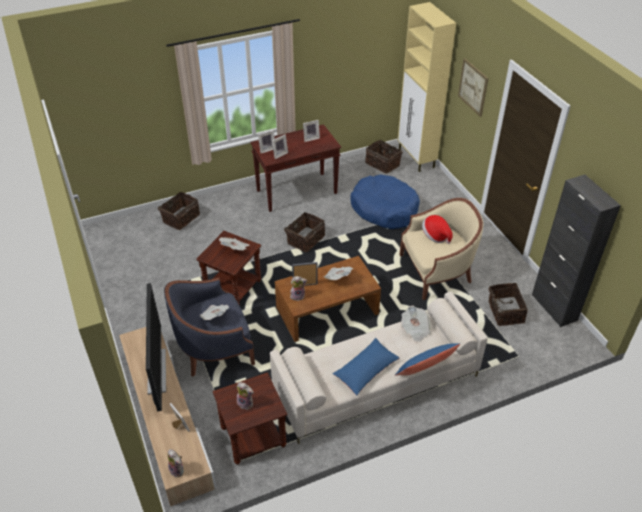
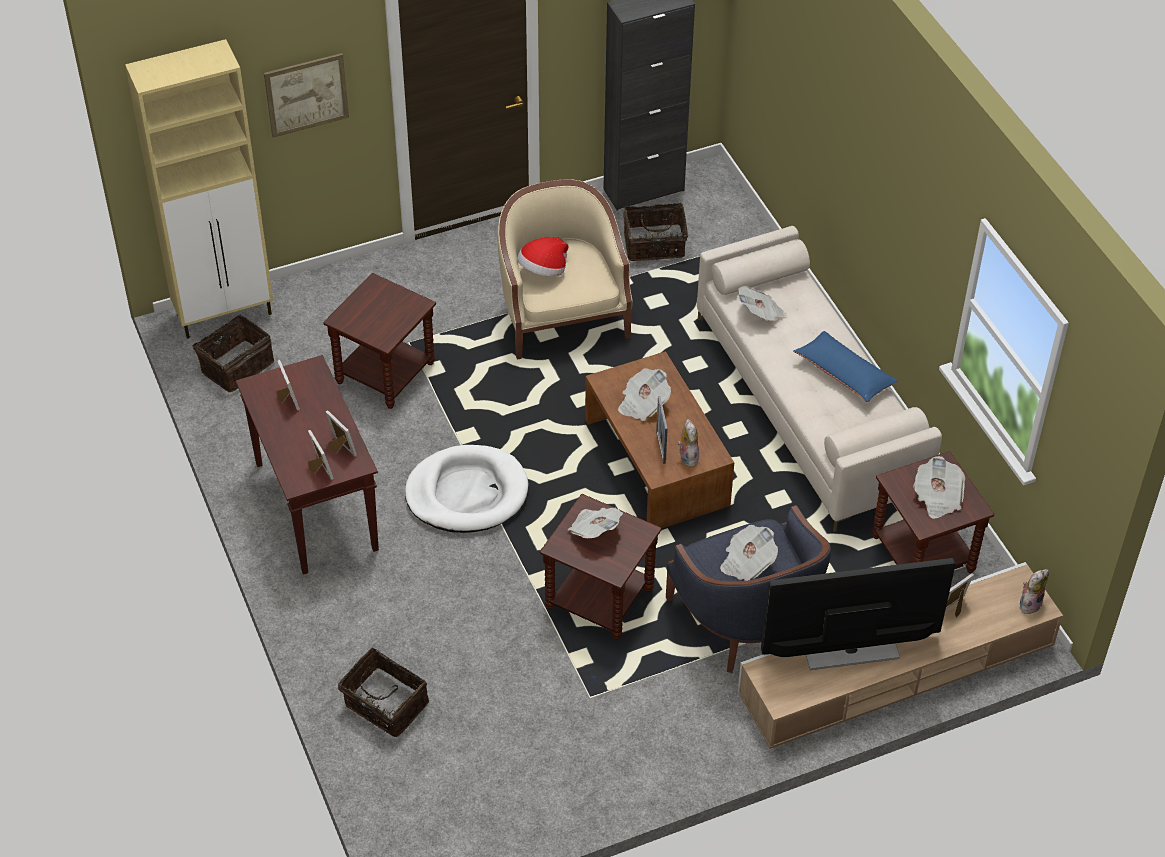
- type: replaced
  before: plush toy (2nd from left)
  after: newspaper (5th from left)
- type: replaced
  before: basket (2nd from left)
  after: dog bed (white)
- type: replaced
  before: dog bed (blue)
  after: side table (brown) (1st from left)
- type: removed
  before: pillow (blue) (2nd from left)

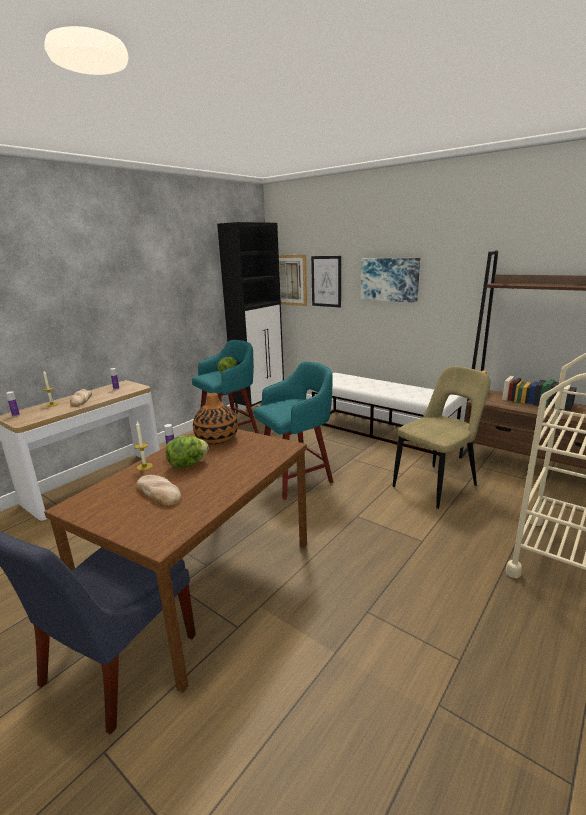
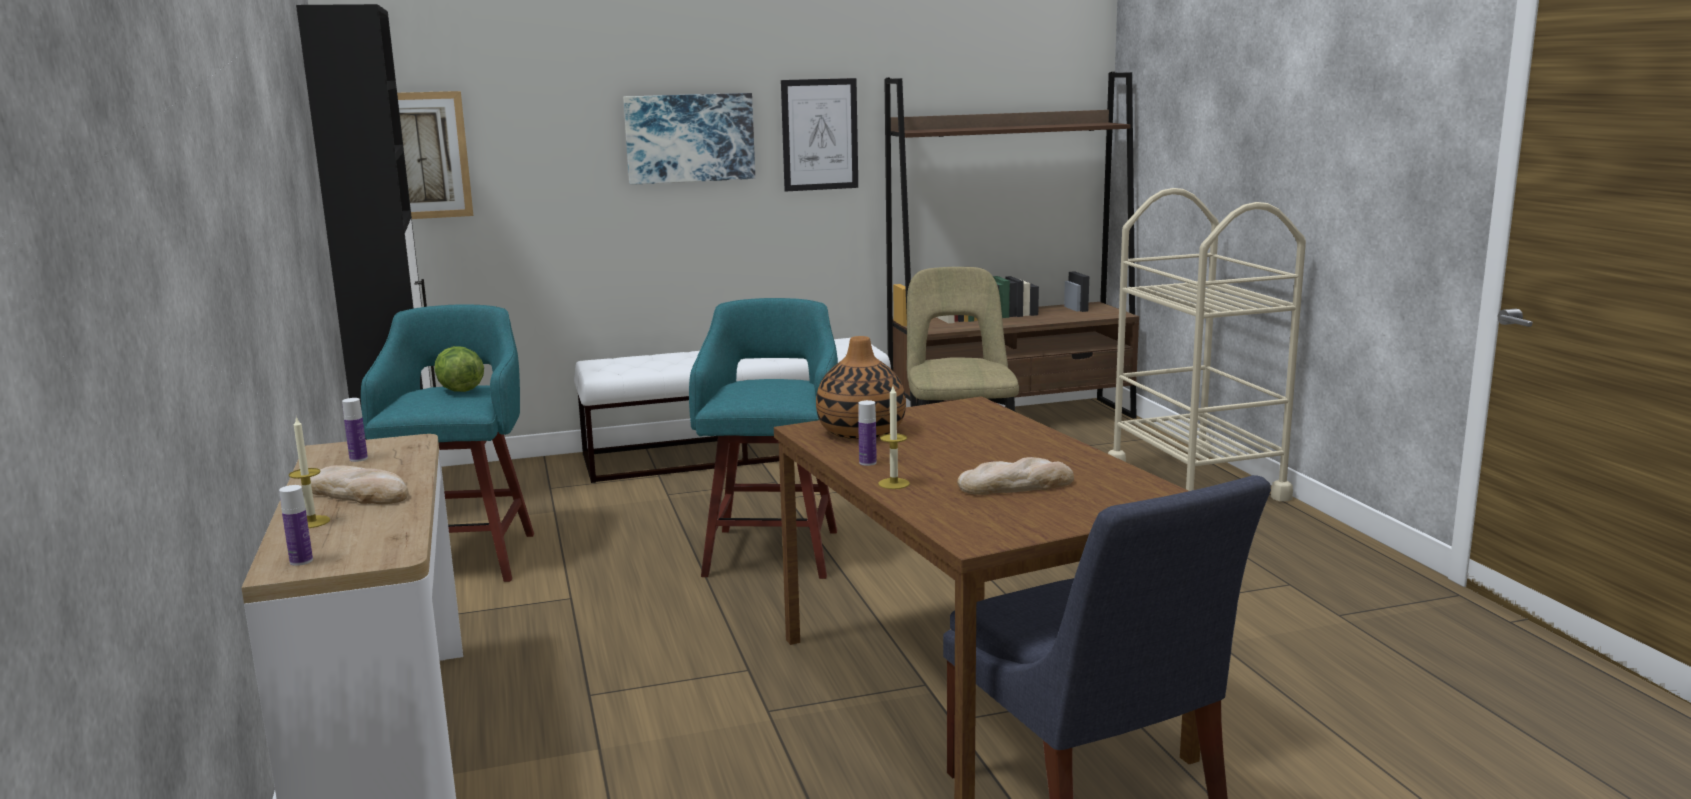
- type: removed
  before: lettuce (1st from left)
- type: moved
  before: picture (2nd from left in the first image)
  after: picture (3rd from left)

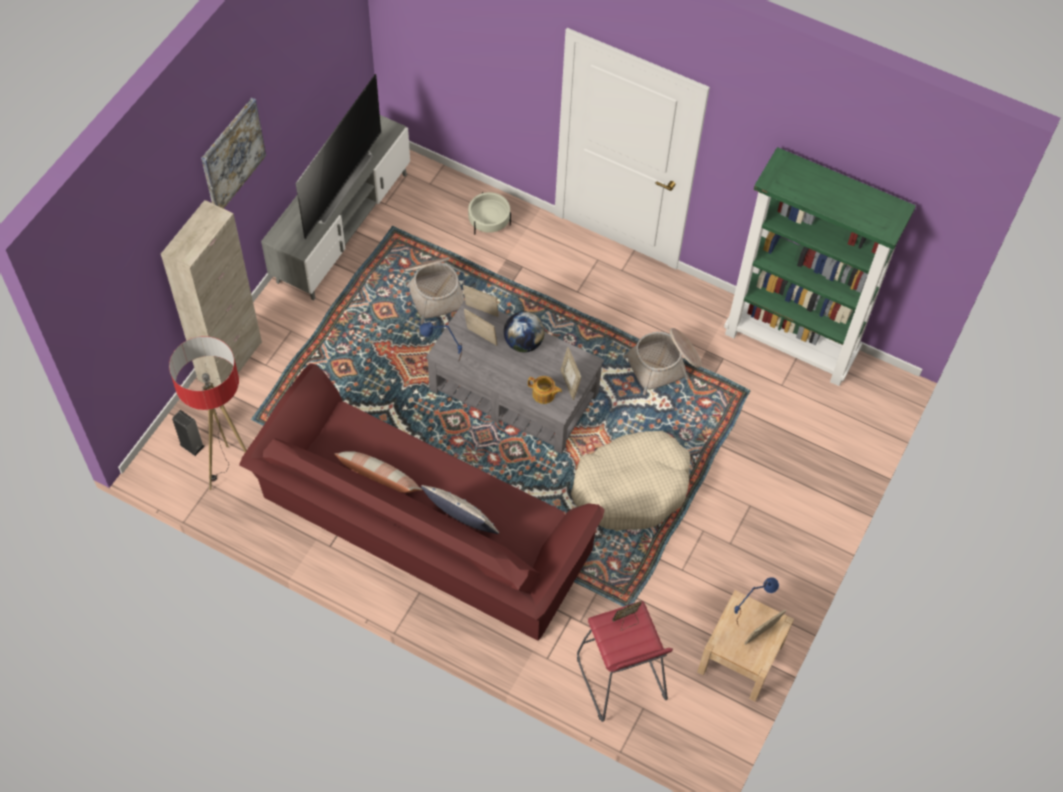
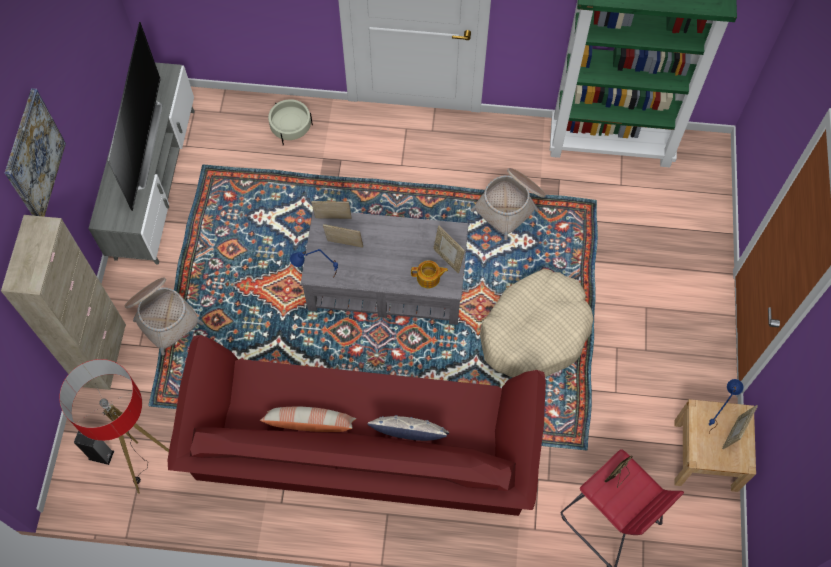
- type: moved
  before: basket (1st from left)
- type: removed
  before: globe

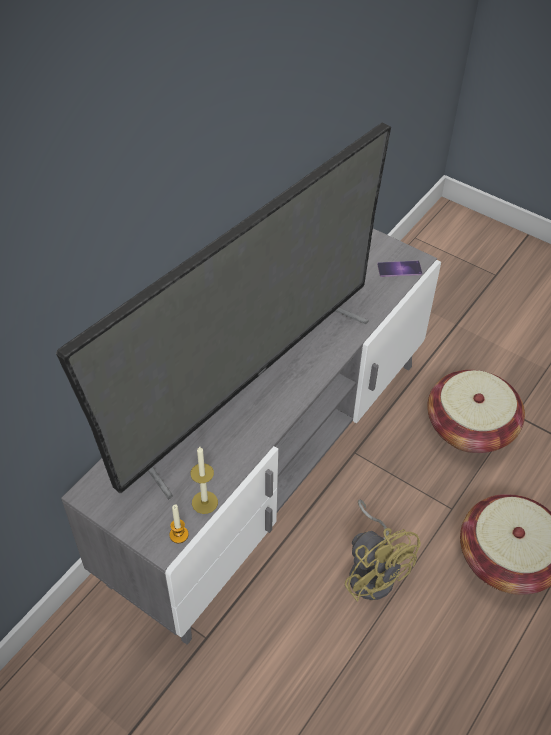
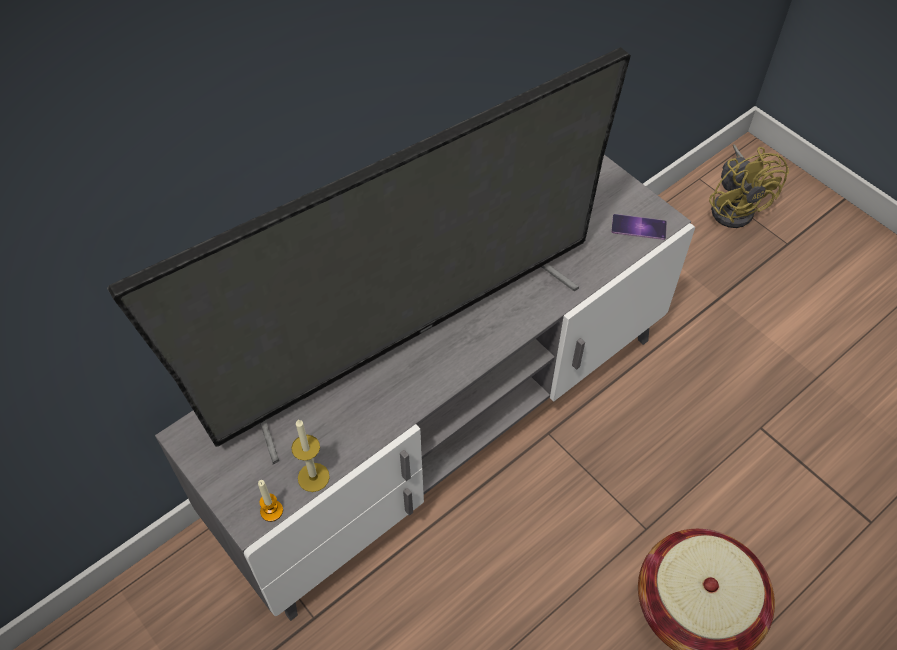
- type: moved
  before: fan (yellow)
- type: removed
  before: basket (1st from left)

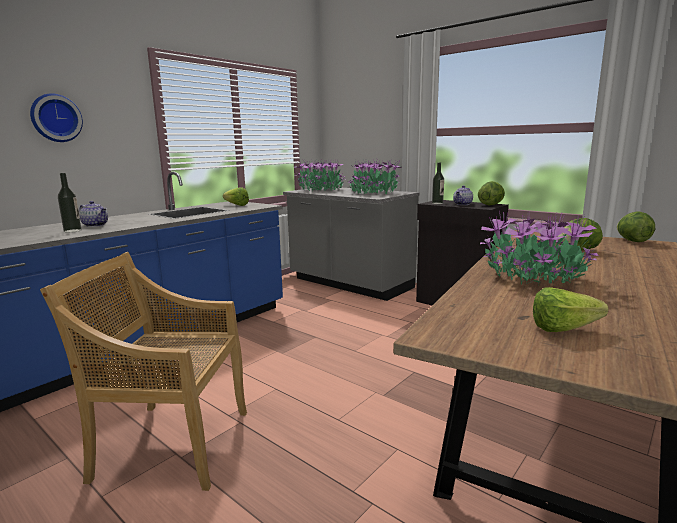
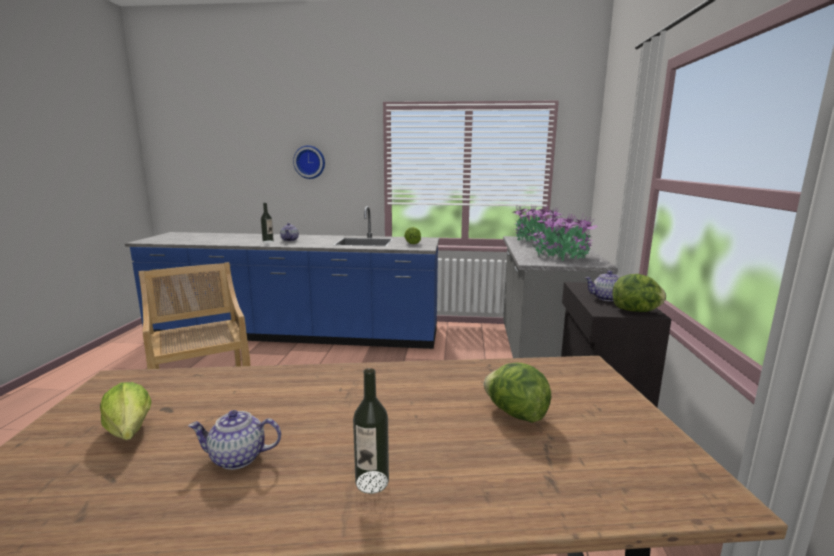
- type: moved
  before: bottle (2nd from left)
- type: removed
  before: potted plant (3rd from left)
- type: removed
  before: lettuce (5th from left)
- type: added
  after: teapot (1st from left)

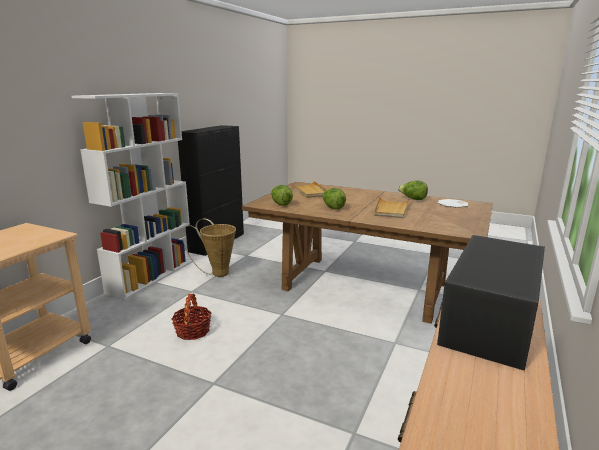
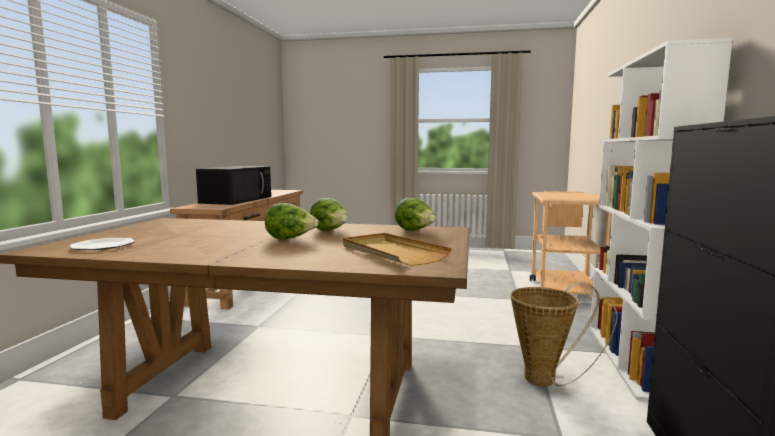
- type: removed
  before: basket (1st from left)
- type: removed
  before: tray (beige) (2nd from left)
- type: moved
  before: lettuce (3rd from left in the first image)
  after: lettuce (1st from left)

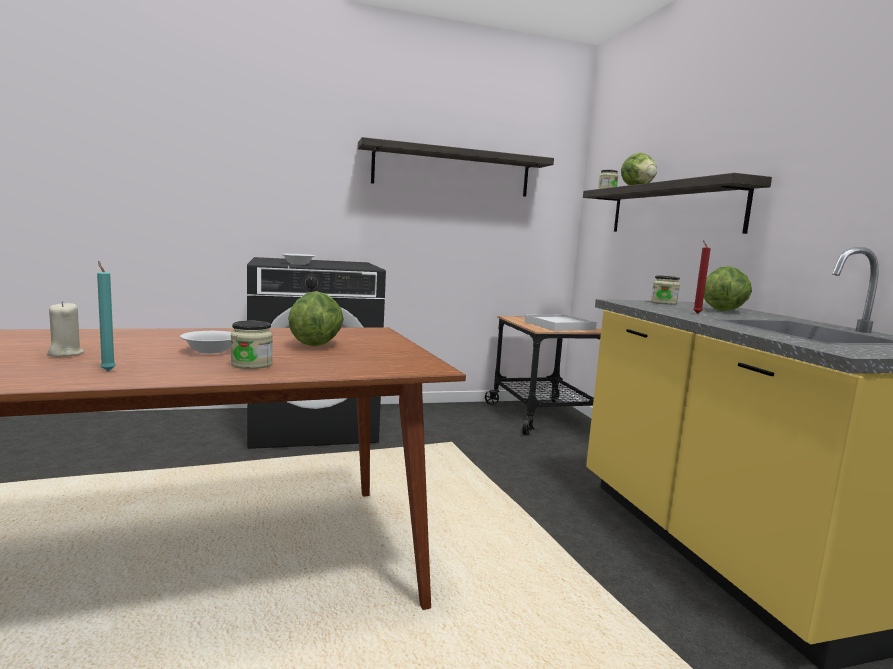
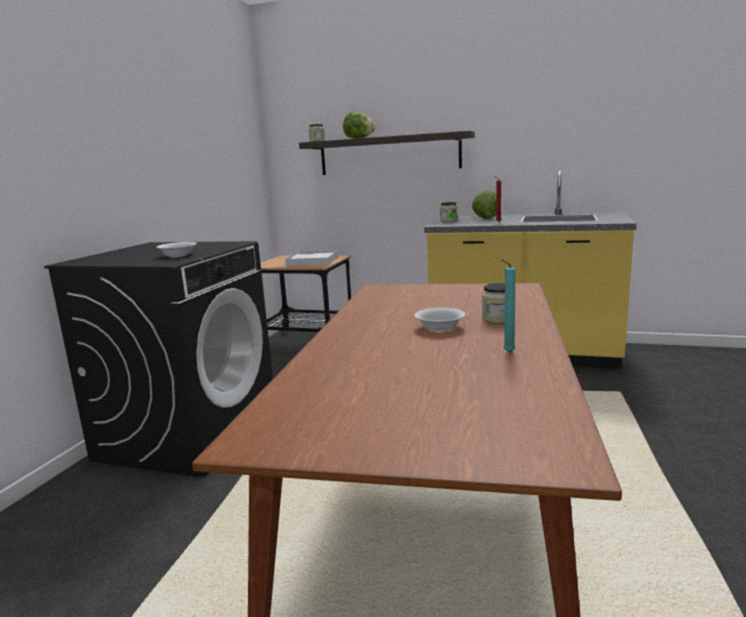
- type: removed
  before: candle (beige)
- type: removed
  before: lettuce (1st from left)
- type: removed
  before: shelf (1st from left)

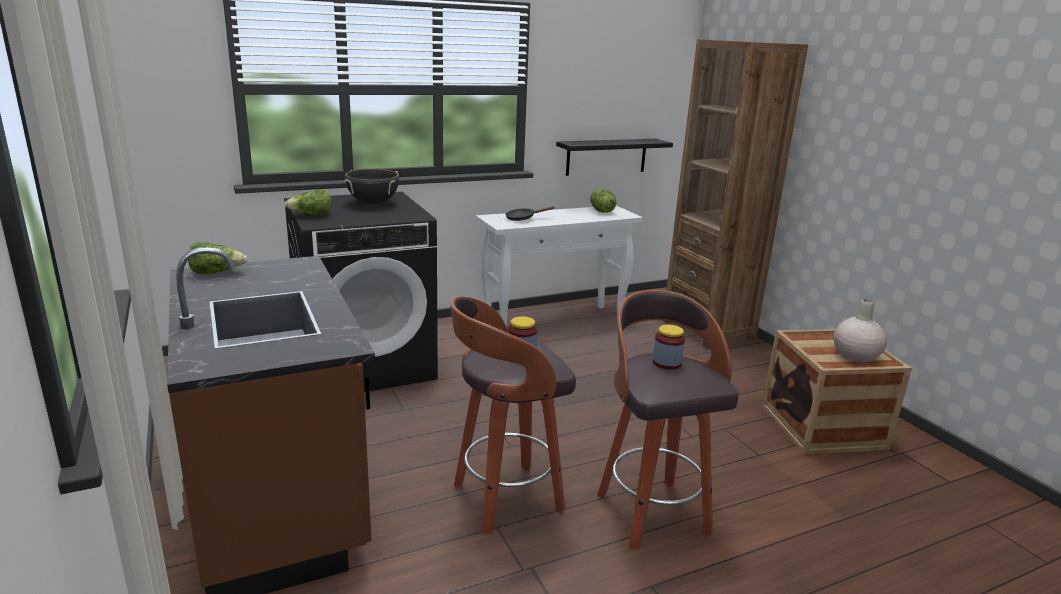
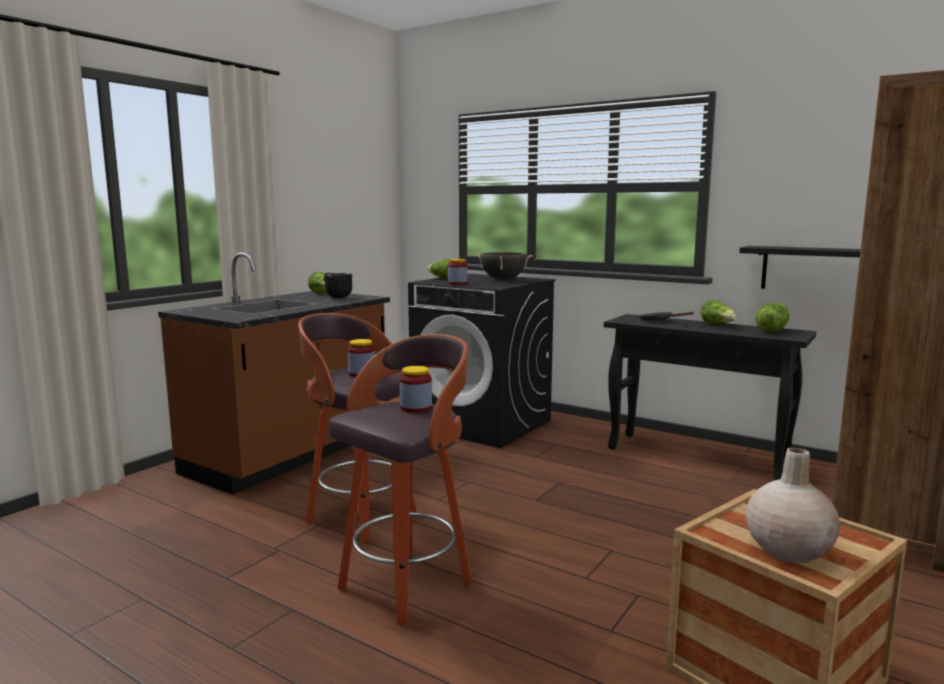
- type: recoloured
  before: console table (white)
  after: console table (black)
- type: added
  after: bowl (black)
- type: added
  after: jar (3rd from left)
- type: added
  after: lettuce (3rd from left)

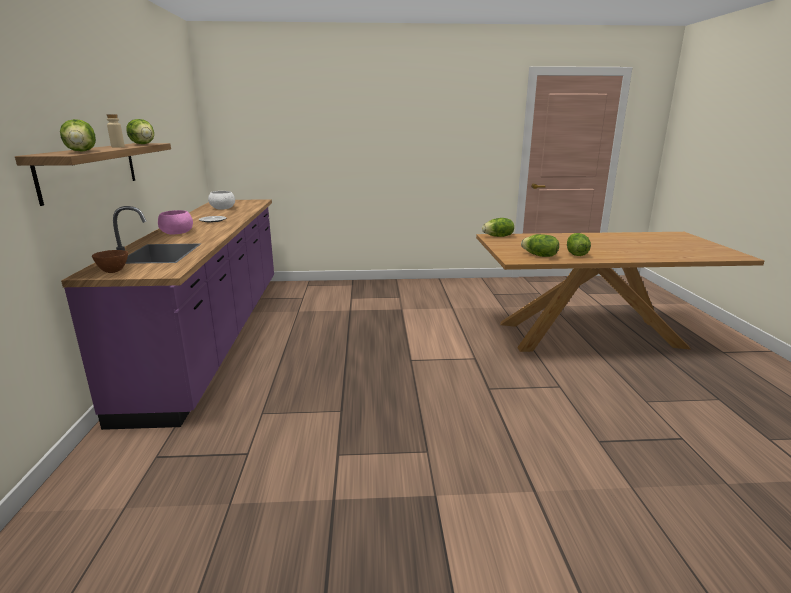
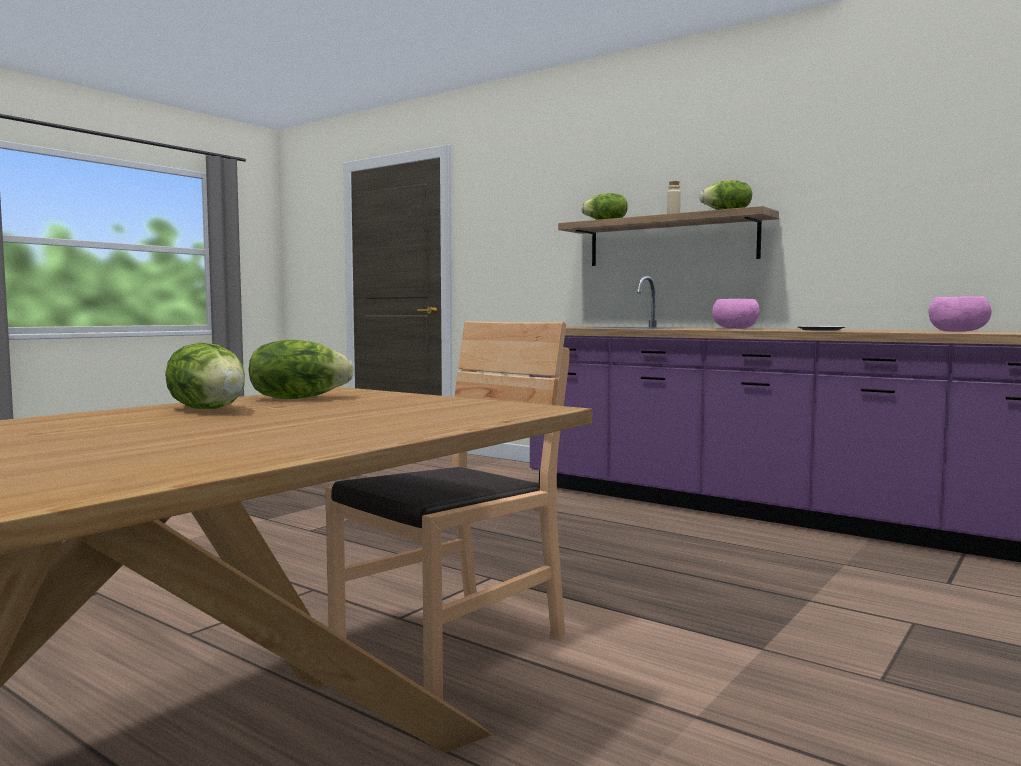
- type: removed
  before: bowl (brown)
- type: recoloured
  before: bowl (white)
  after: bowl (pink) (2nd from left)
- type: removed
  before: lettuce (3rd from left)
- type: added
  after: chair (brown)

